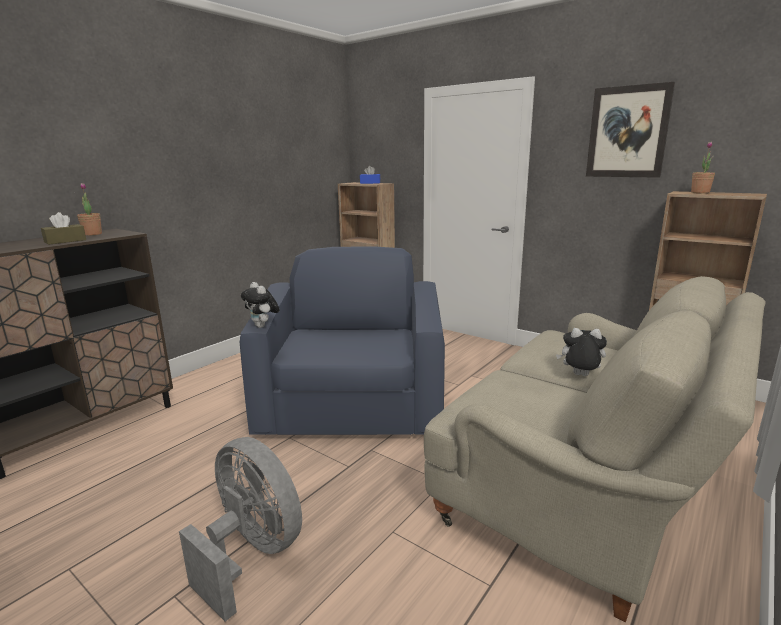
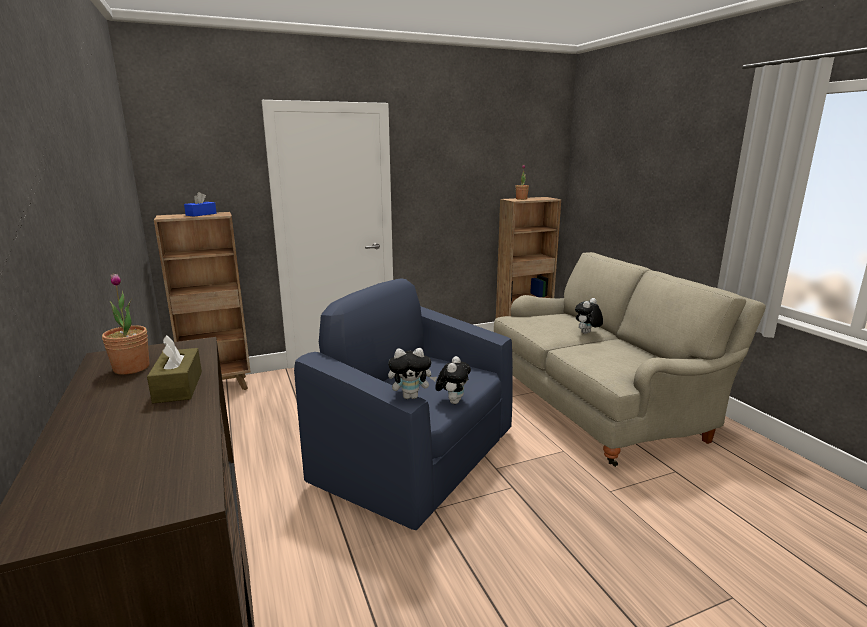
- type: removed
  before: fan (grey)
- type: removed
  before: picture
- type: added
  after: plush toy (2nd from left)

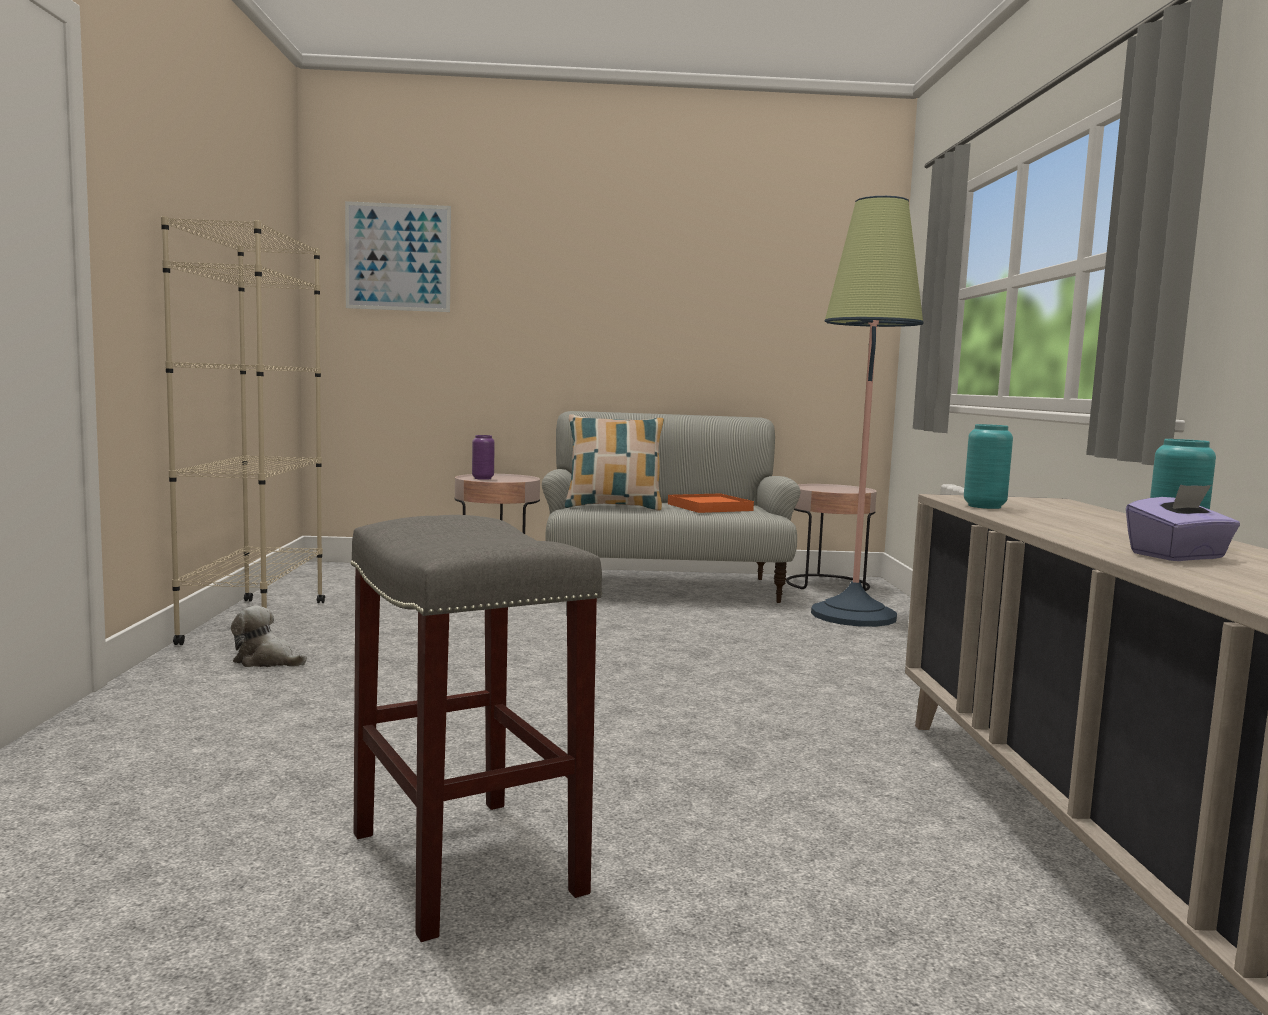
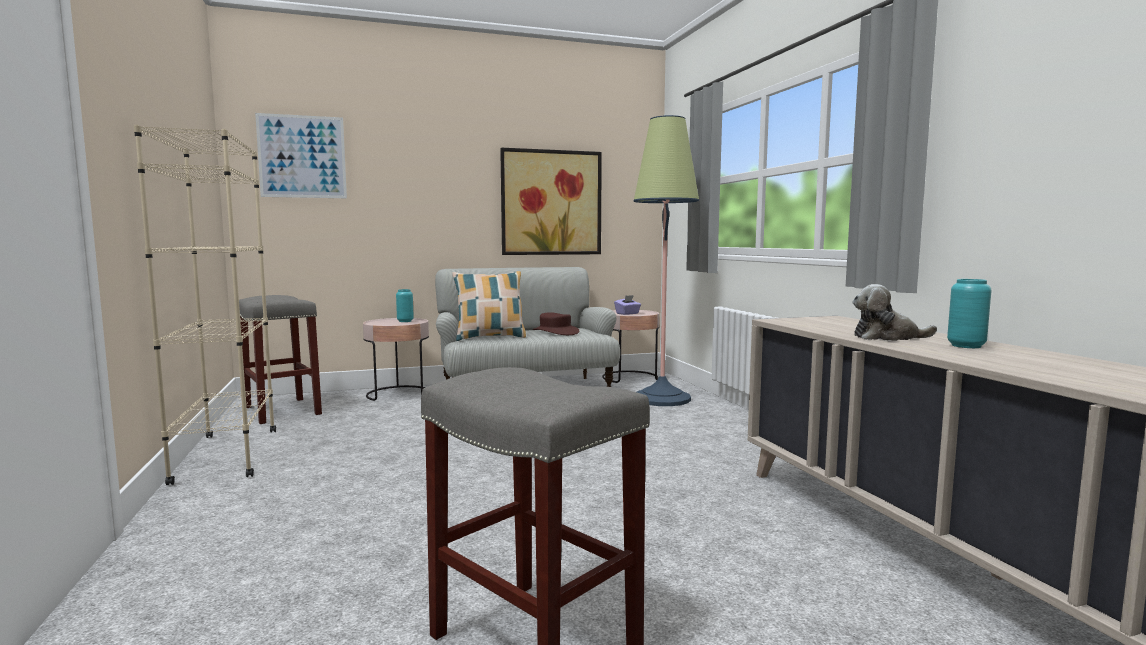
- type: moved
  before: plush toy
- type: removed
  before: vase (purple)
- type: replaced
  before: tray (orange)
  after: hat (brown)
- type: moved
  before: vase (turquoise) (1st from left)
- type: moved
  before: tissue box (purple)
- type: added
  after: stool (grey) (1st from left)
- type: added
  after: picture (2nd from left)

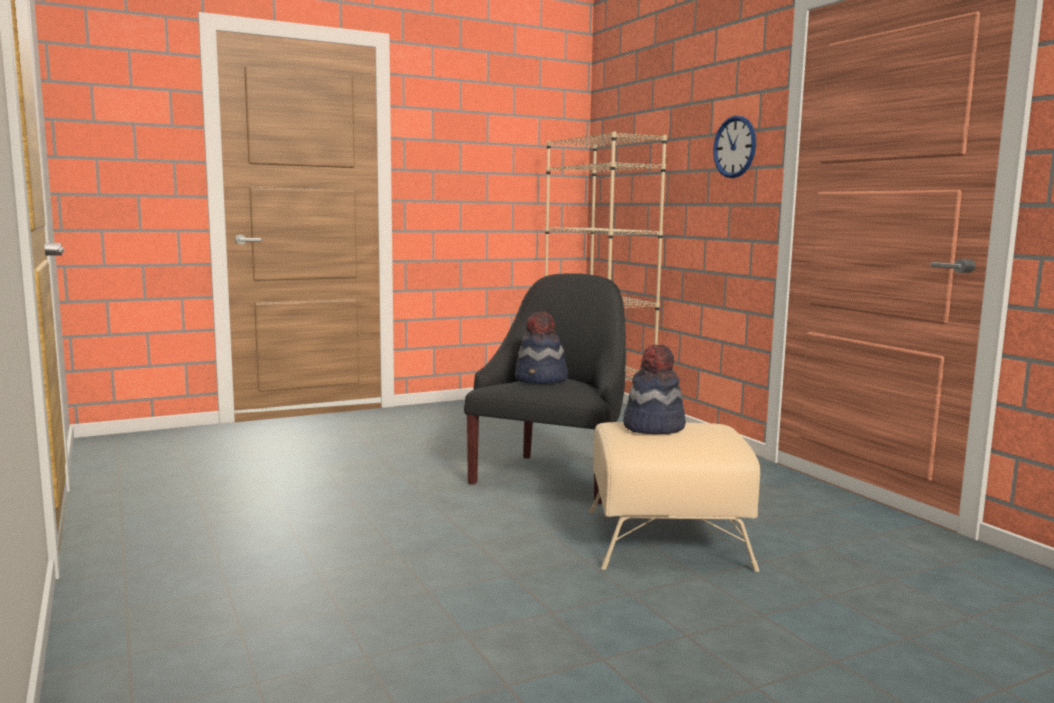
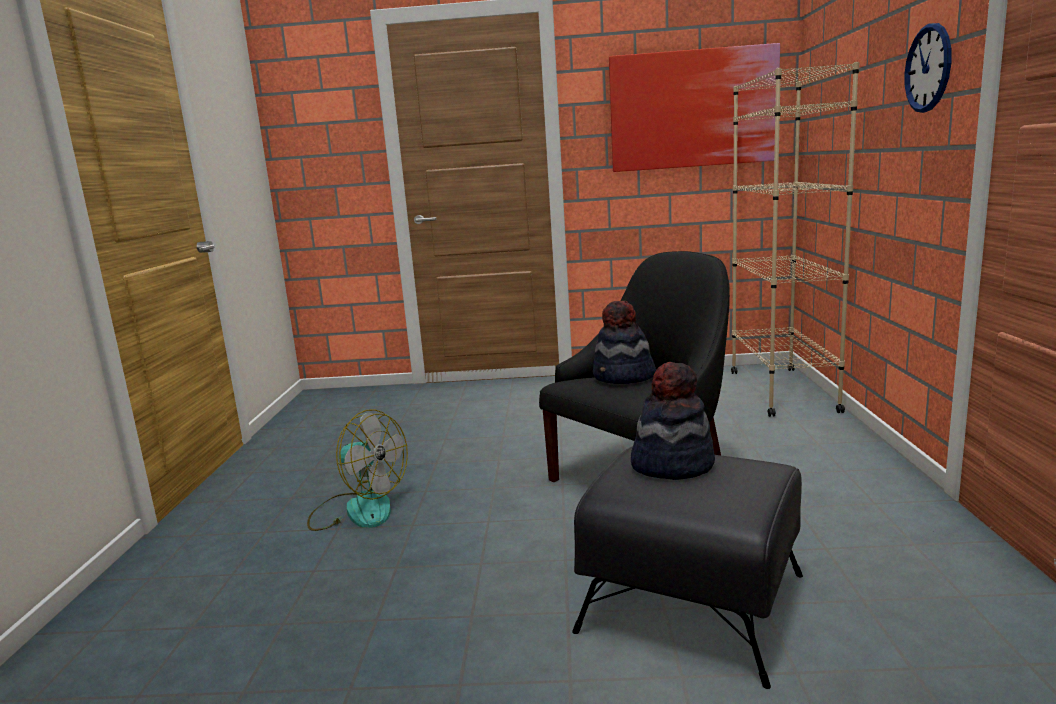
- type: recoloured
  before: ottoman (beige)
  after: ottoman (black)
- type: added
  after: fan
- type: added
  after: picture

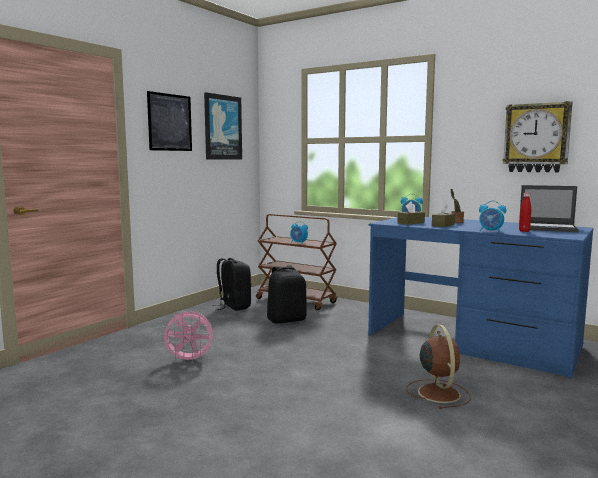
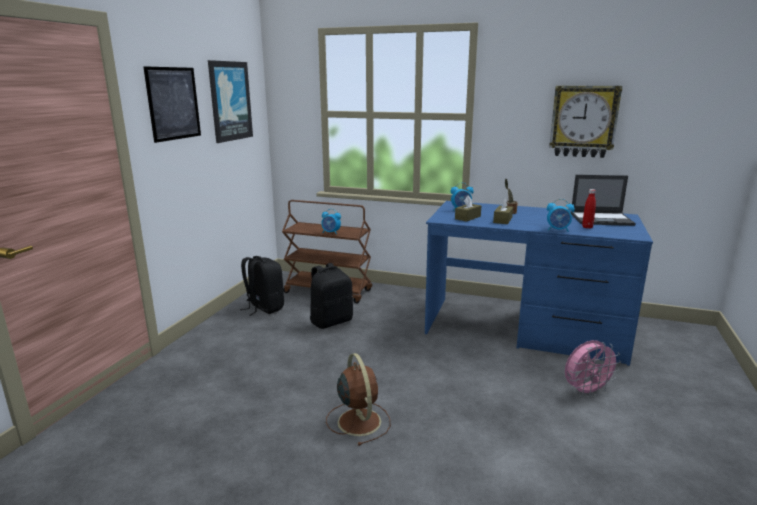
- type: moved
  before: fan (pink)
- type: moved
  before: fan (brown)

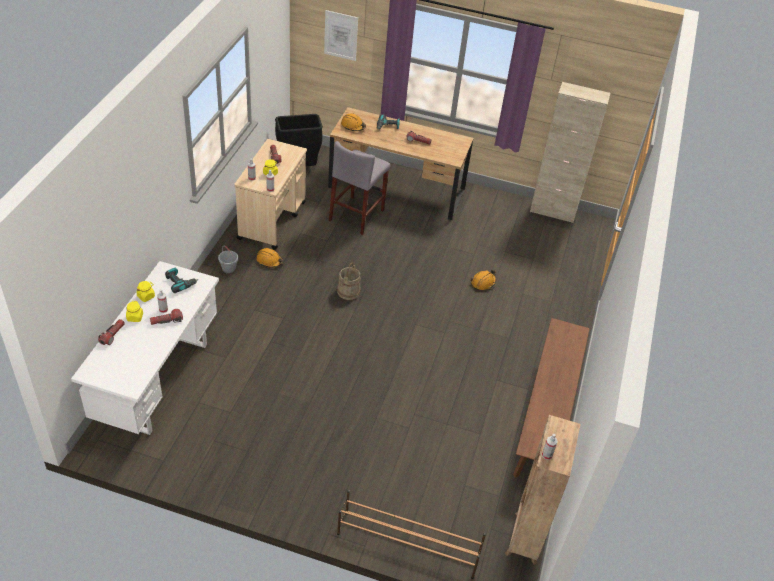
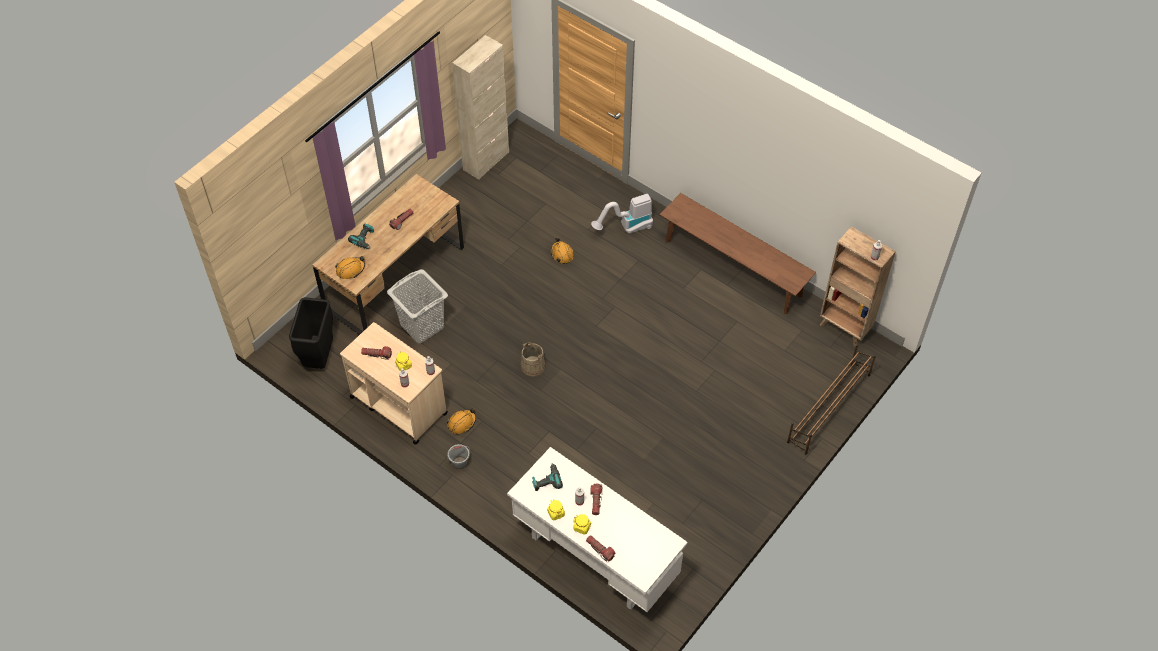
- type: removed
  before: picture
- type: replaced
  before: stool (grey)
  after: laundry basket (grey)
- type: added
  after: vacuum cleaner

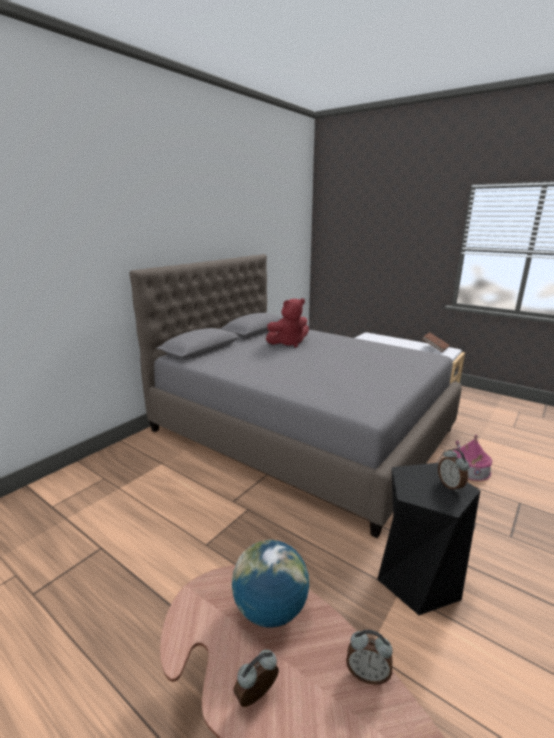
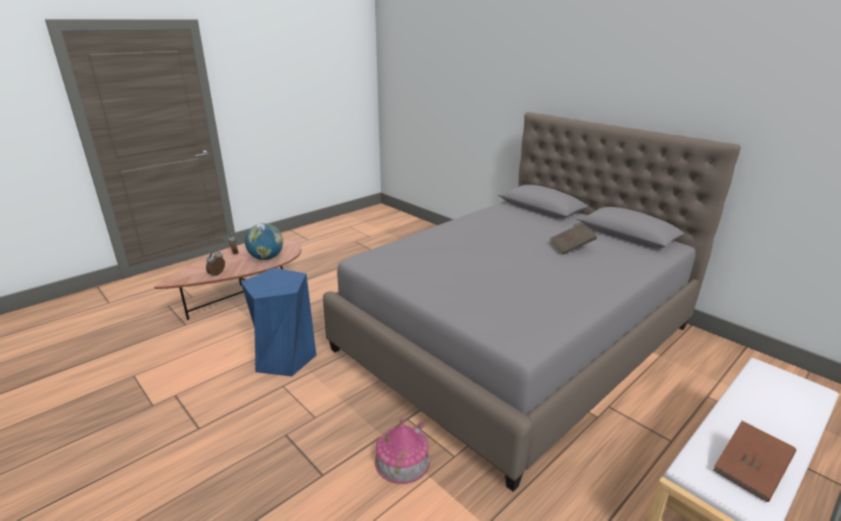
- type: replaced
  before: plush toy (red)
  after: book (brown) (1st from left)
- type: recoloured
  before: stool (black)
  after: stool (blue)
- type: removed
  before: alarm clock (3rd from left)

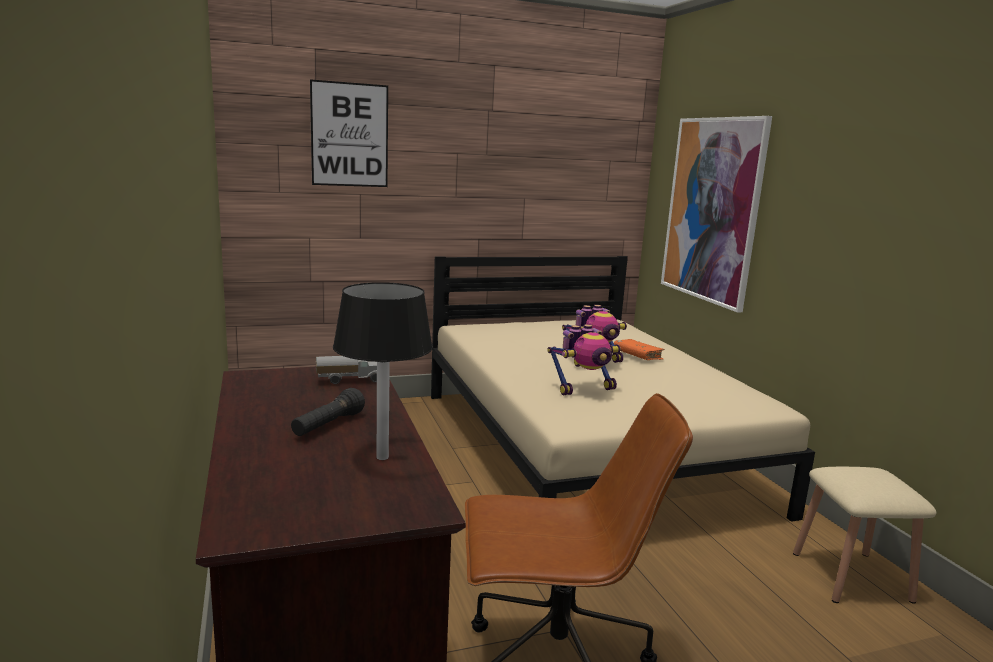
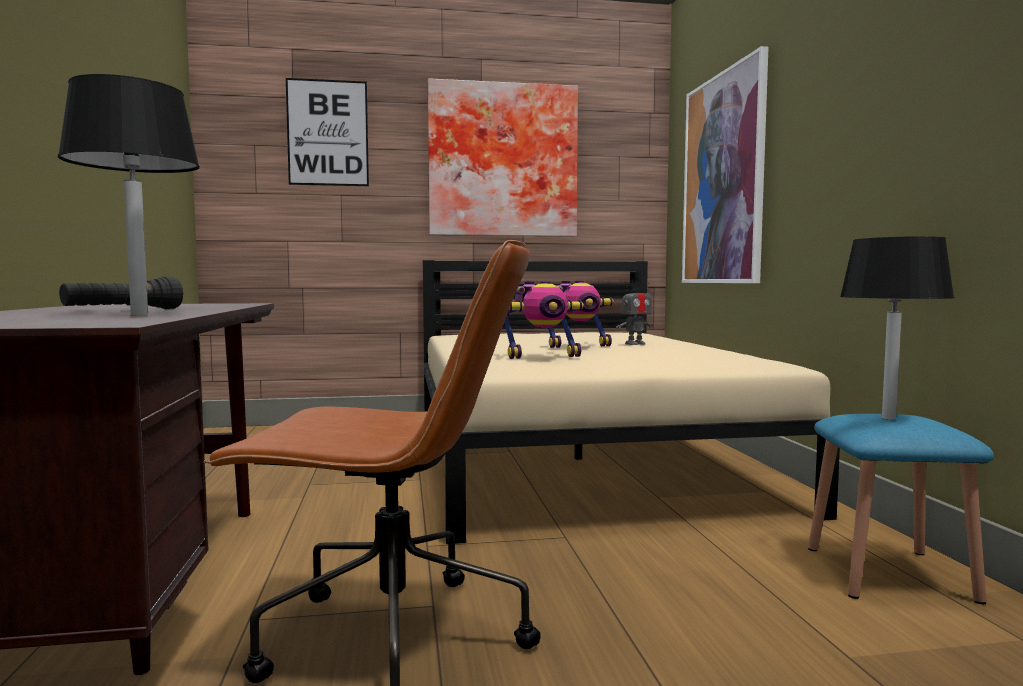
- type: removed
  before: toy truck
- type: replaced
  before: book (orange)
  after: toy robot (3rd from left)
- type: recoloured
  before: stool (beige)
  after: stool (blue)
- type: added
  after: picture (2nd from left)
- type: added
  after: table lamp (black) (2nd from left)

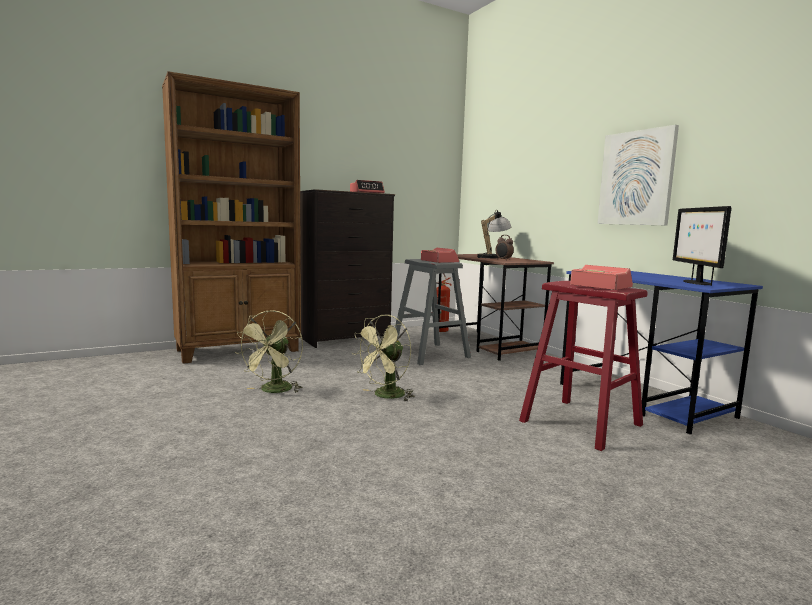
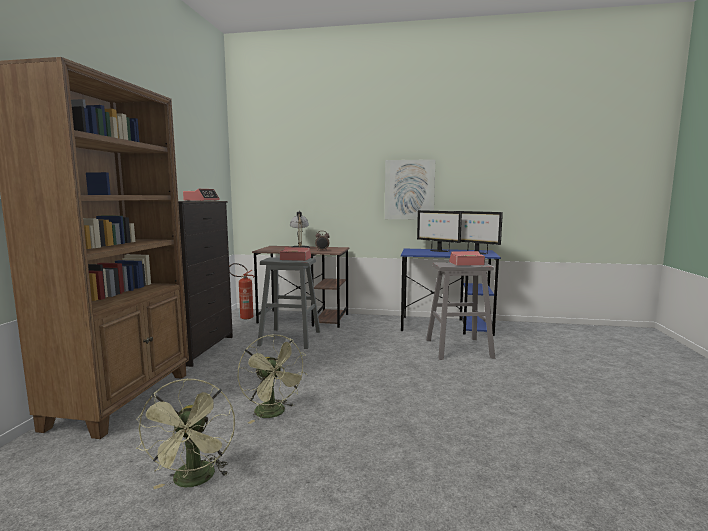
- type: moved
  before: fan (green) (2nd from left in the first image)
  after: fan (green) (1st from left)
- type: recoloured
  before: stool (red)
  after: stool (grey) (2nd from left)
- type: added
  after: monitor (1st from left)

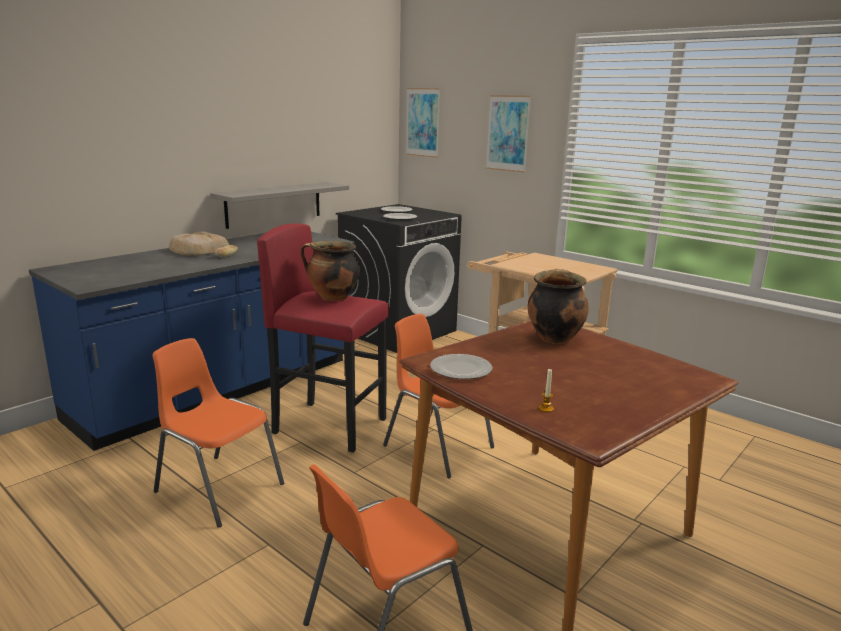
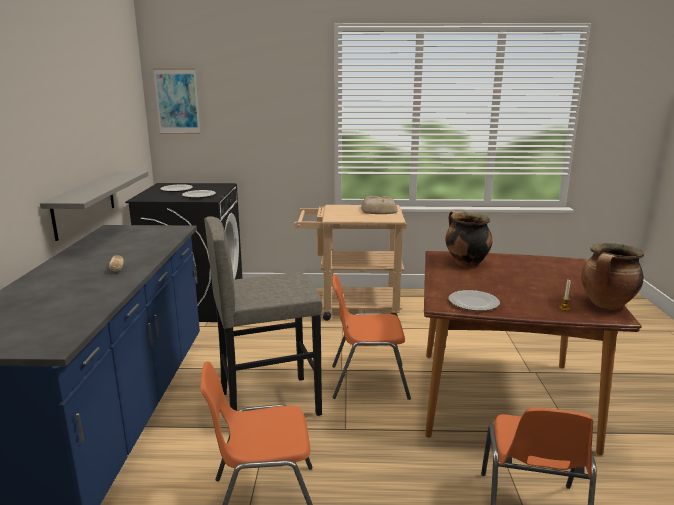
- type: moved
  before: bread (1st from left in the first image)
  after: bread (2nd from left)
- type: recoloured
  before: stool (red)
  after: stool (grey)
- type: moved
  before: cooking pot (1st from left in the first image)
  after: cooking pot (2nd from left)
- type: removed
  before: picture (2nd from left)

